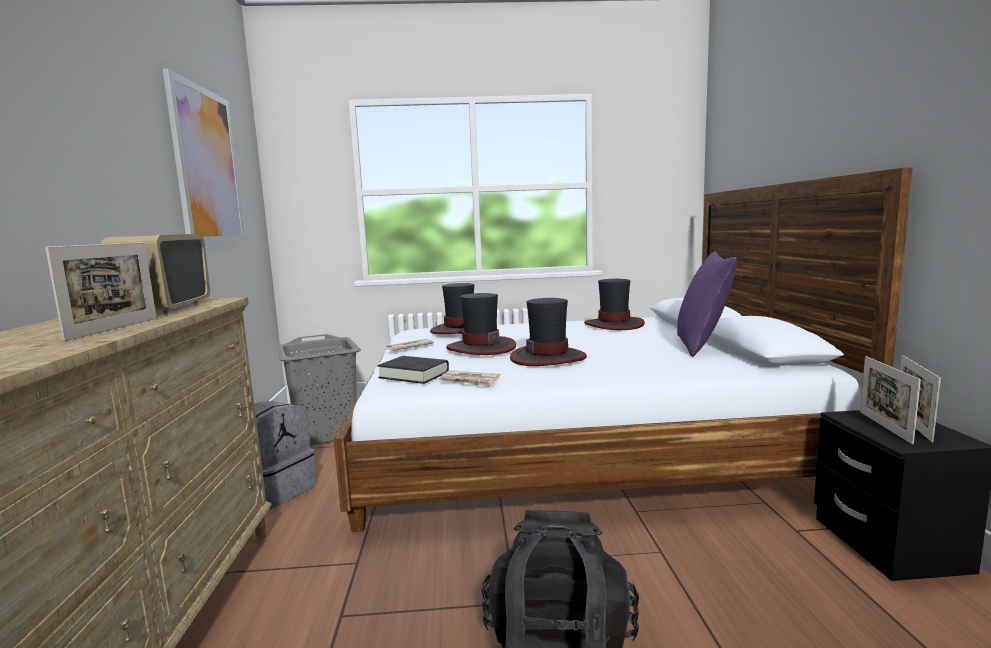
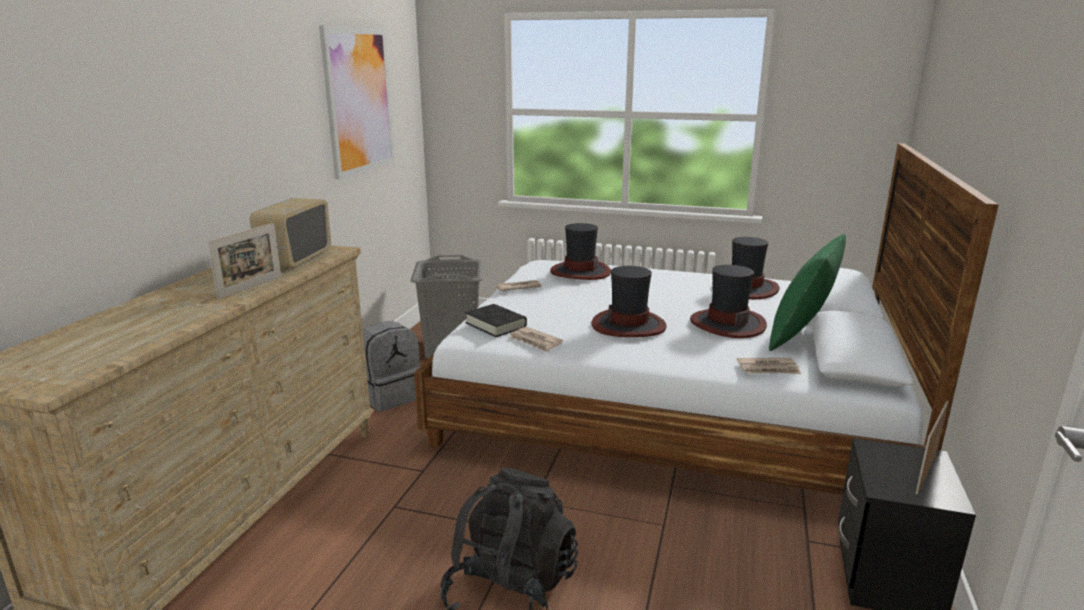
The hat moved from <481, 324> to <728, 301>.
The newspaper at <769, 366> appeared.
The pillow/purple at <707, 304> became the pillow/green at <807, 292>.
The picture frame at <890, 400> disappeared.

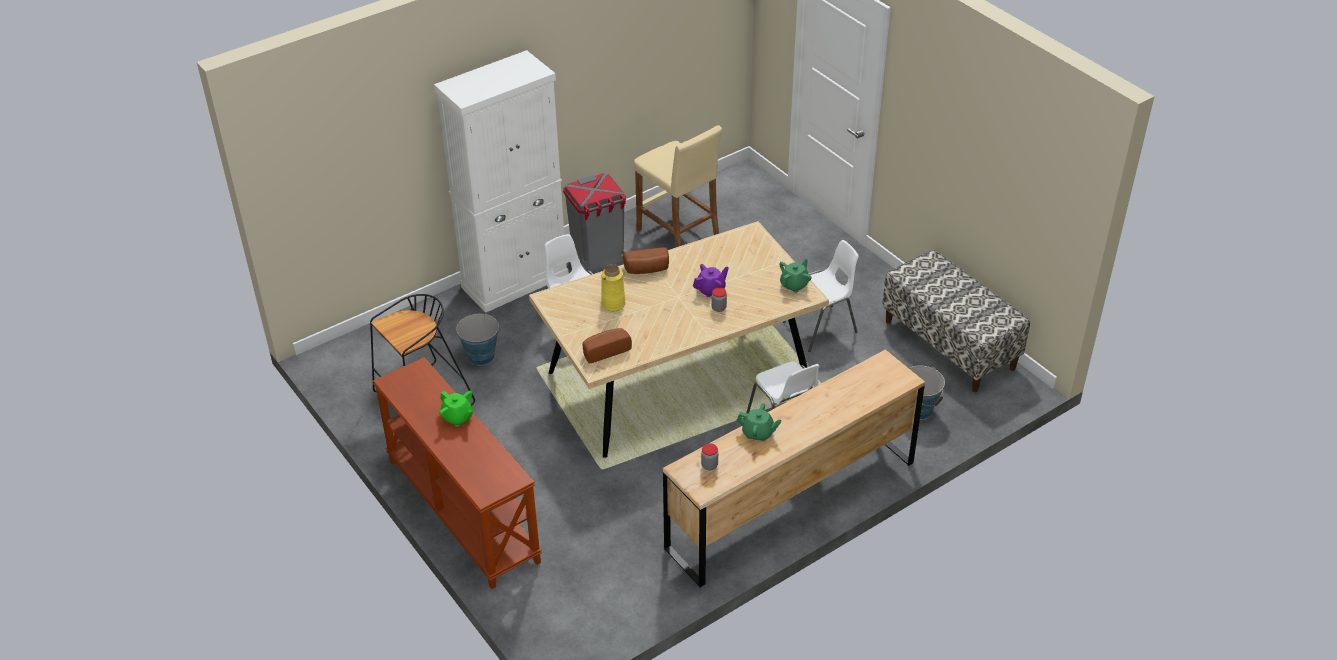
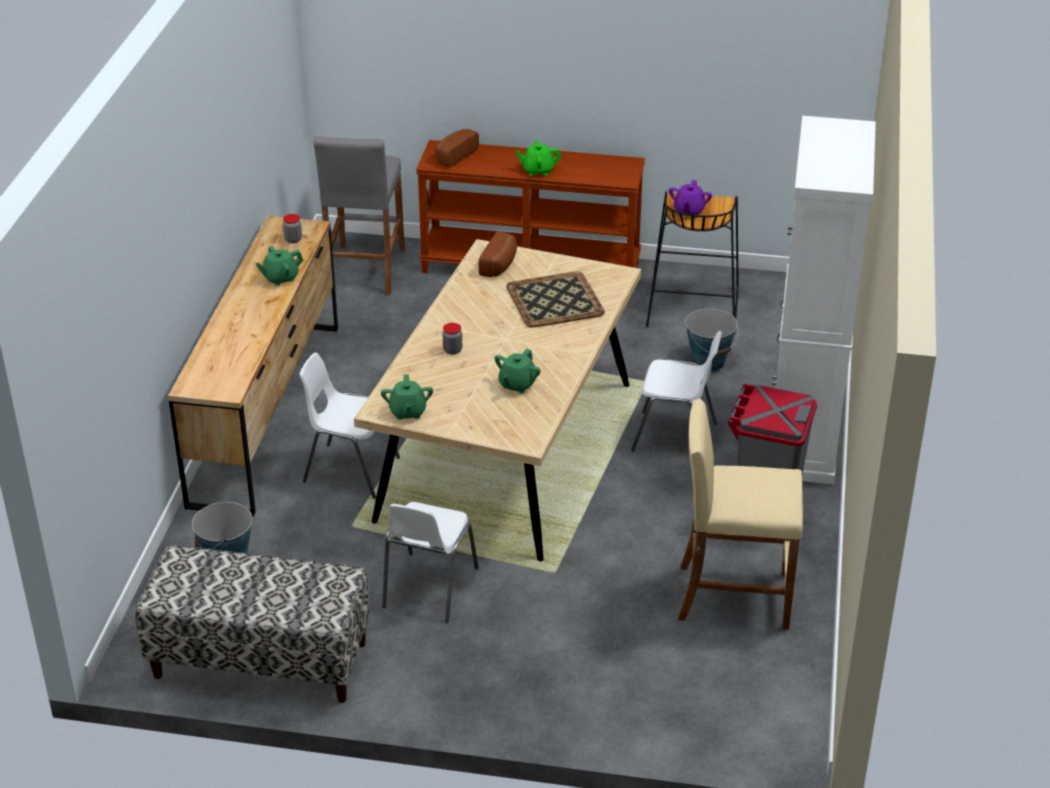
The stool/grey at <359, 215> appeared.
The bread moved from <646, 260> to <457, 148>.
The teapot/green at <517, 371> appeared.
The vase/yellow at <613, 288> was replaced by the tray at <555, 299>.
The teapot/purple moved from <711, 280> to <690, 199>.

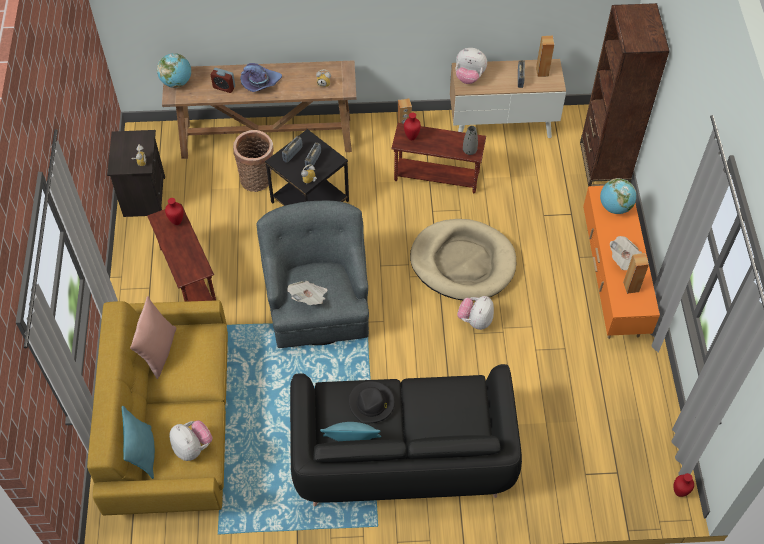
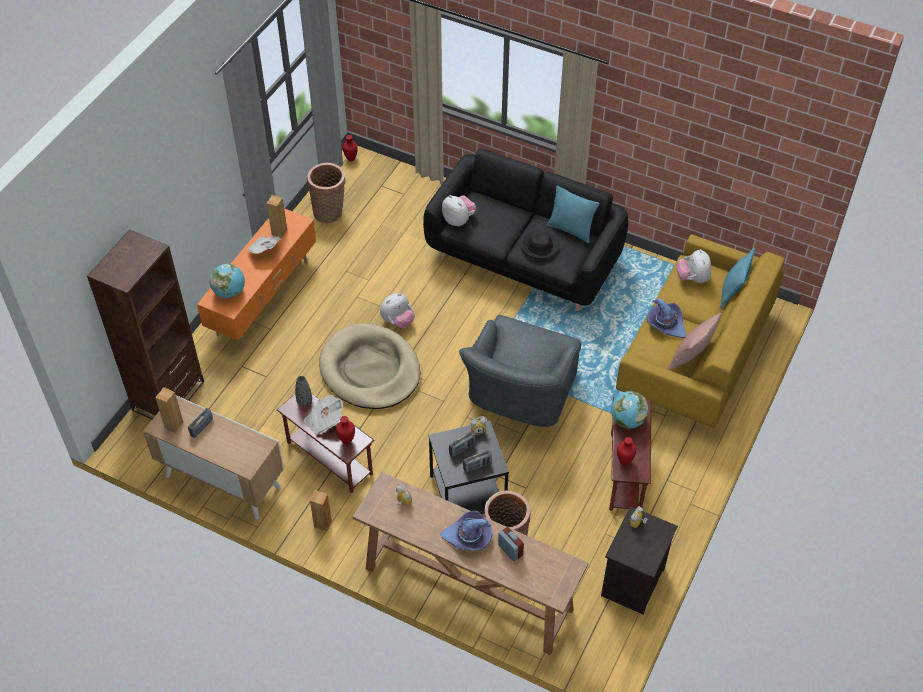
The newspaper moved from <307, 293> to <323, 415>.
The basket at <326, 193> appeared.
The plush toy moved from <471, 66> to <459, 210>.
The globe moved from <174, 70> to <630, 410>.
The hat/purple at <666, 318> appeared.

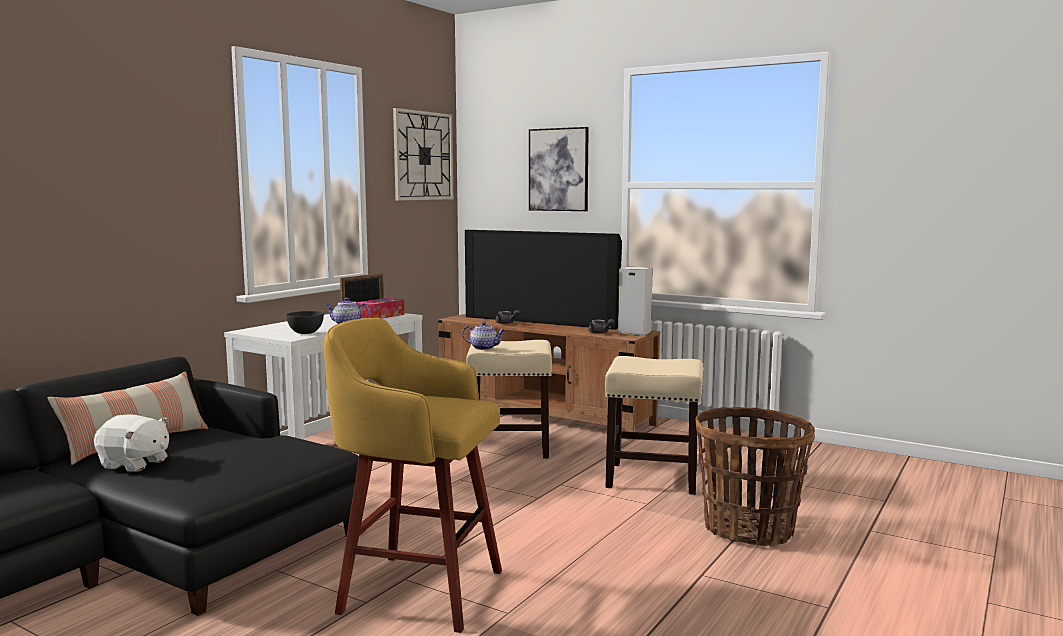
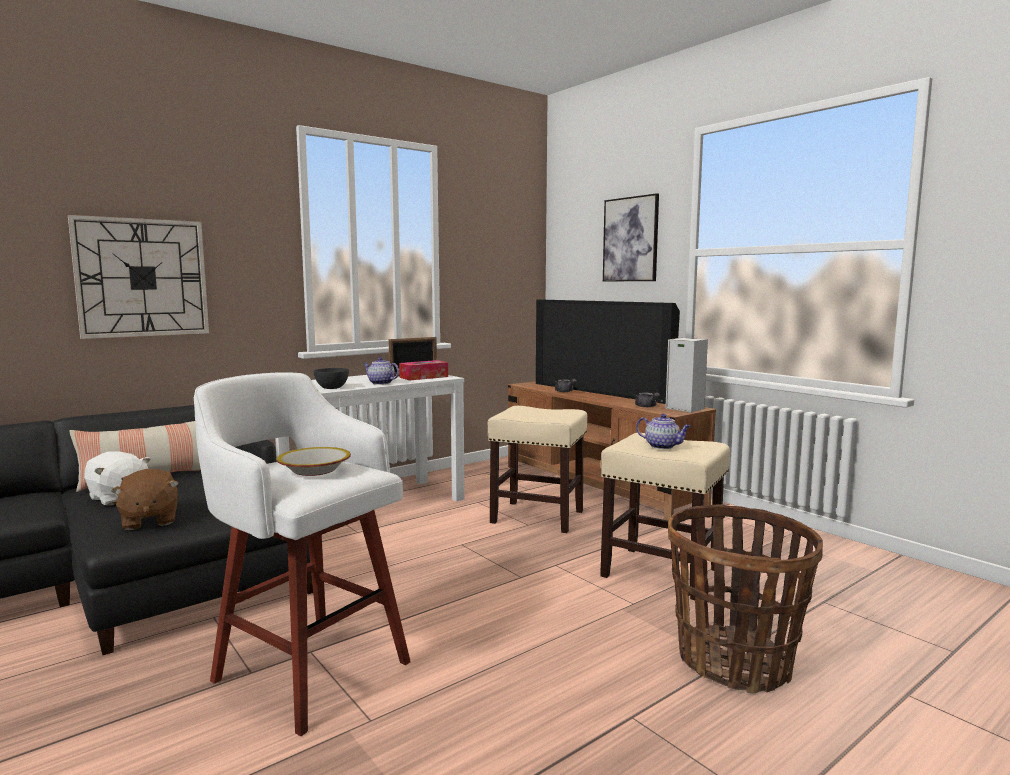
The wall clock moved from <423, 154> to <138, 277>.
The plush toy/brown at <145, 499> appeared.
The stool/yellow at <413, 475> became the stool/white at <302, 554>.
The bowl at <314, 461> appeared.
The teapot moved from <483, 336> to <663, 431>.

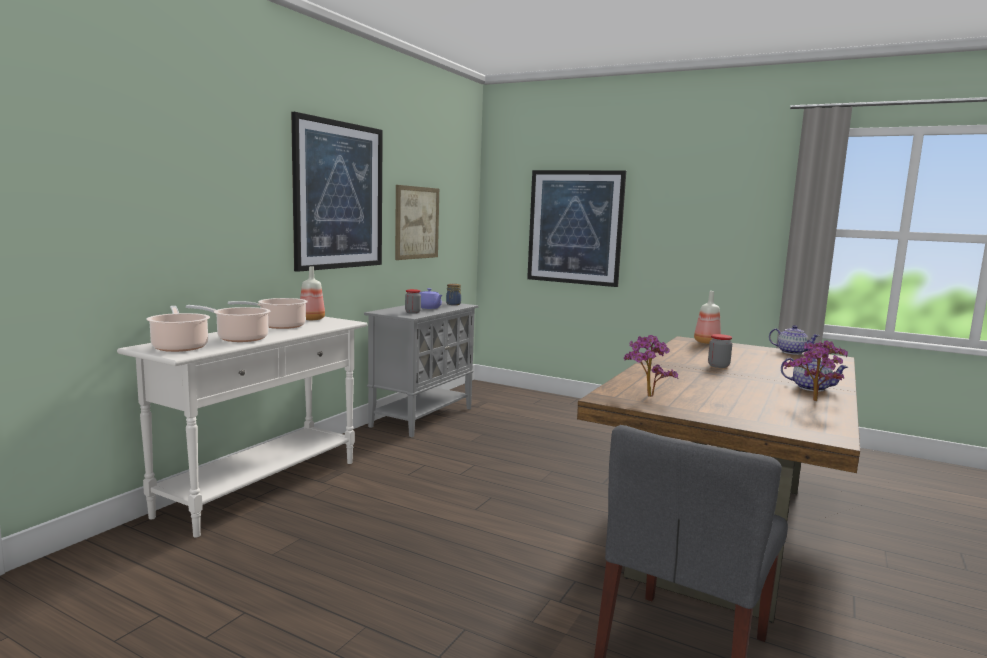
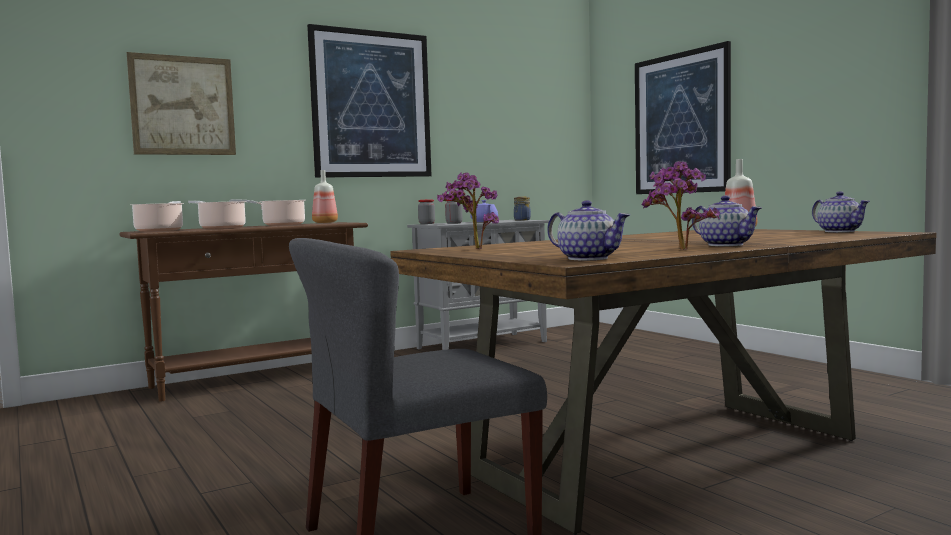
The console table/white at <242, 426> became the console table/brown at <243, 312>.
The picture moved from <417, 222> to <181, 103>.
The jar moved from <720, 351> to <426, 211>.
The teapot at <588, 230> appeared.

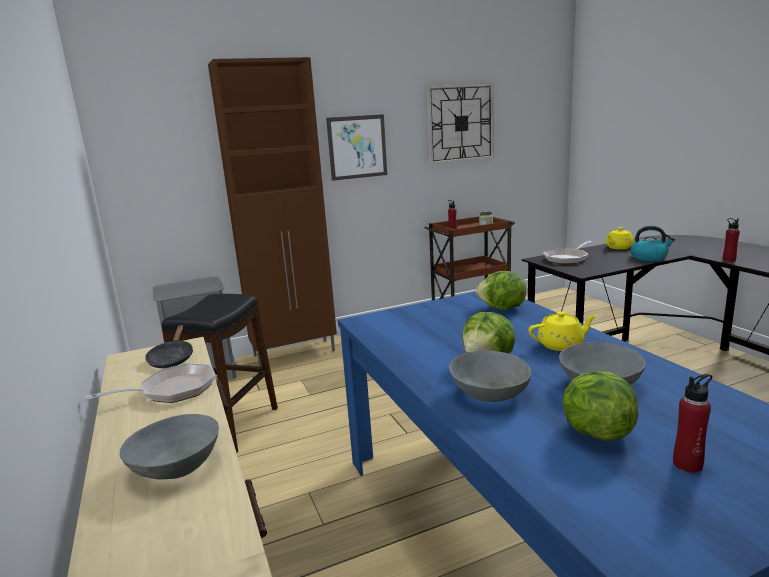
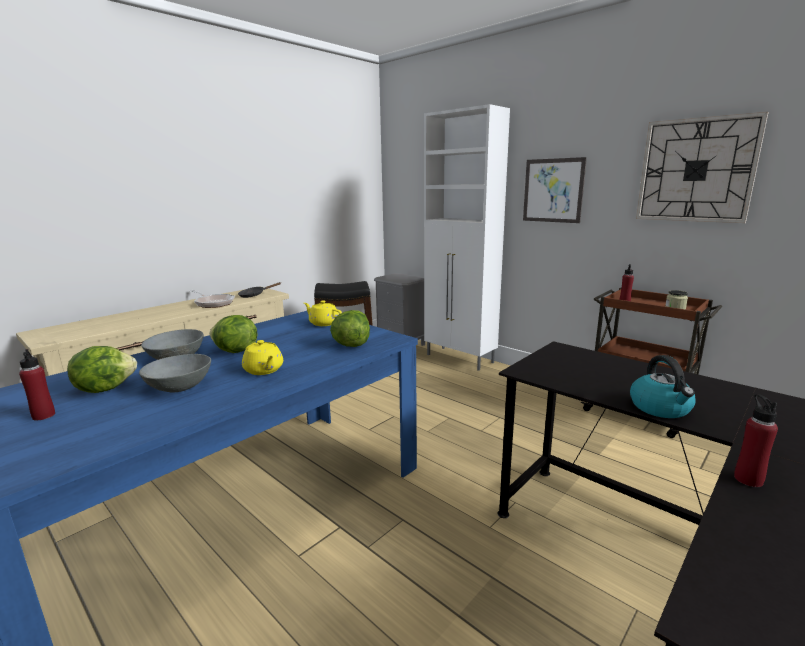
The teapot/yellow moved from <620, 238> to <323, 313>.
The cabinet/brown at <272, 212> became the cabinet/white at <467, 237>.
The bowl/grey at <169, 446> disappeared.
The frying pan at <567, 252> disappeared.

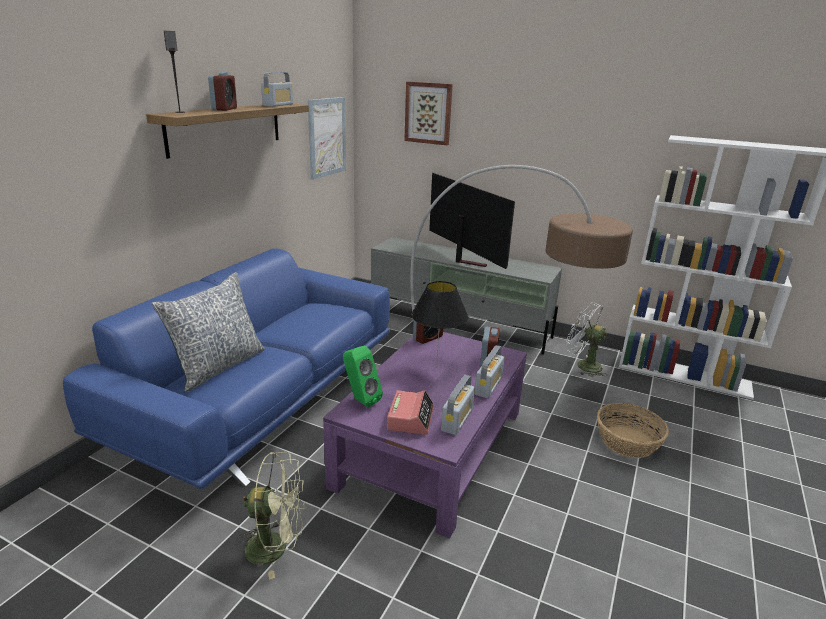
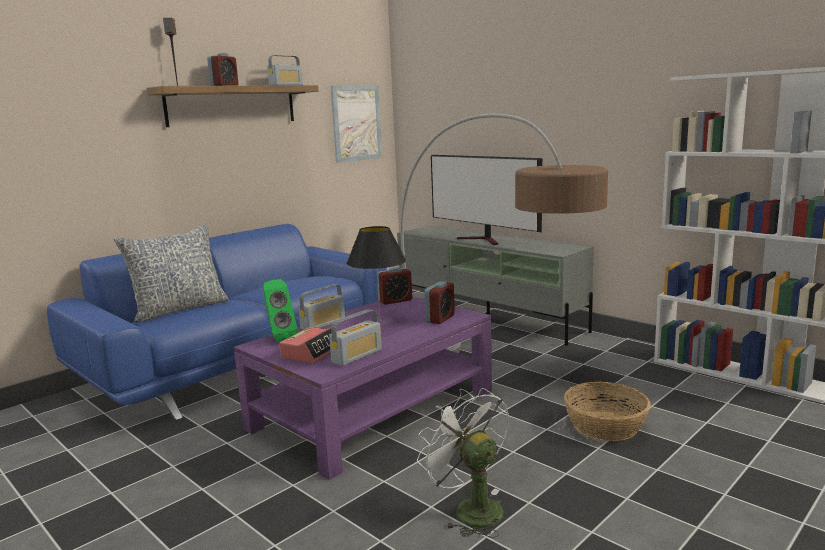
The radio moved from <489, 371> to <321, 307>.
The fan/white moved from <586, 339> to <463, 463>.
The television at <472, 221> turned 150 degrees clockwise.
The fan/green at <271, 516> disappeared.
The picture at <428, 113> disappeared.

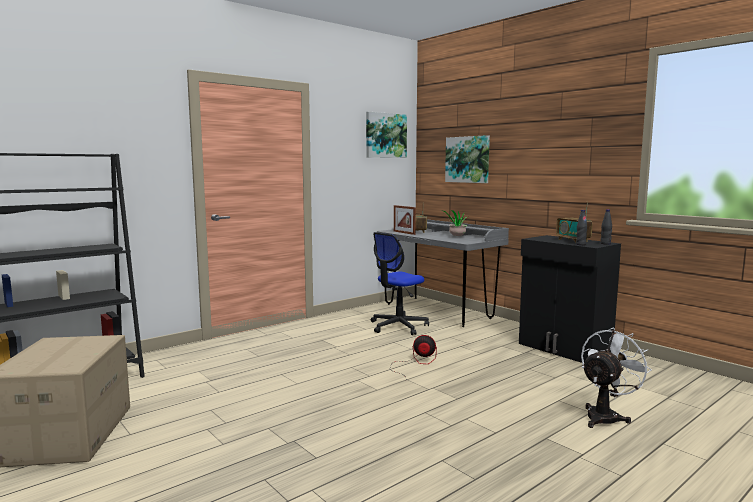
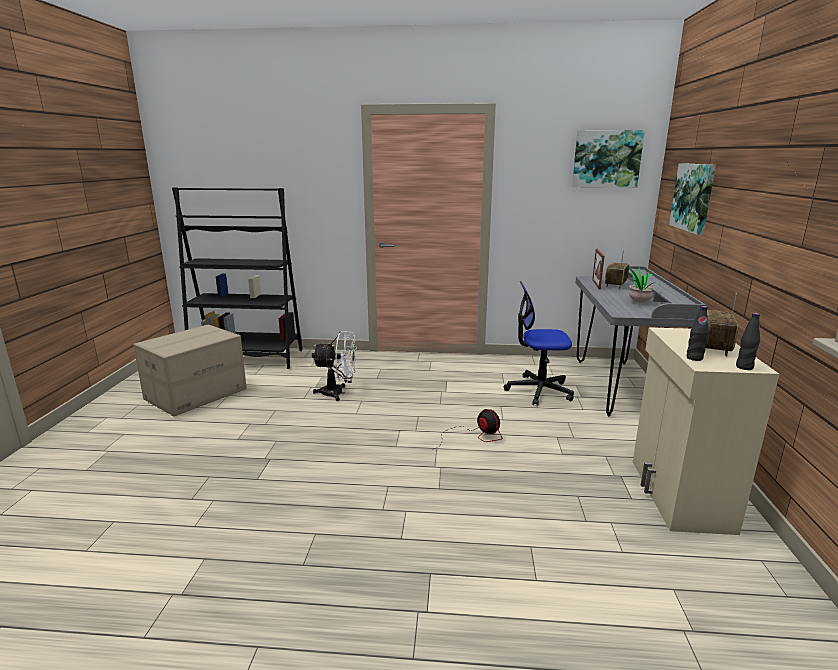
The fan/white moved from <616, 378> to <334, 366>.
The cabinet/black at <570, 299> became the cabinet/beige at <706, 431>.

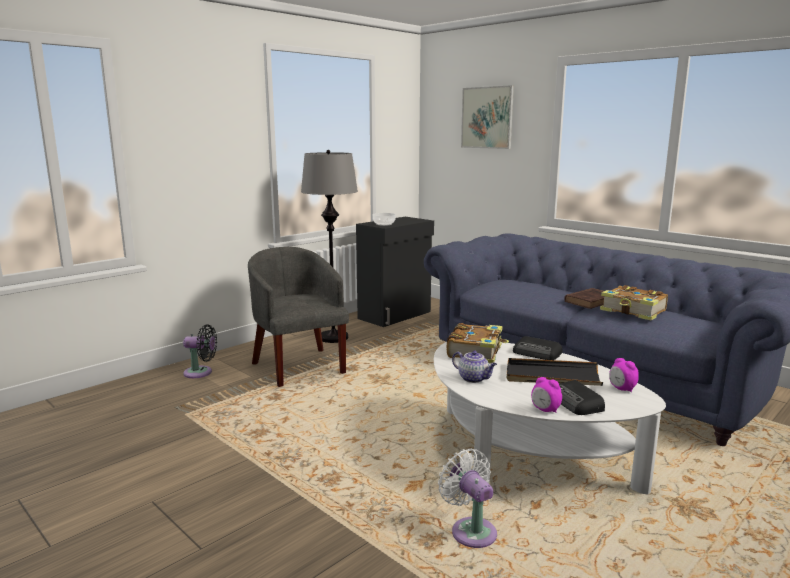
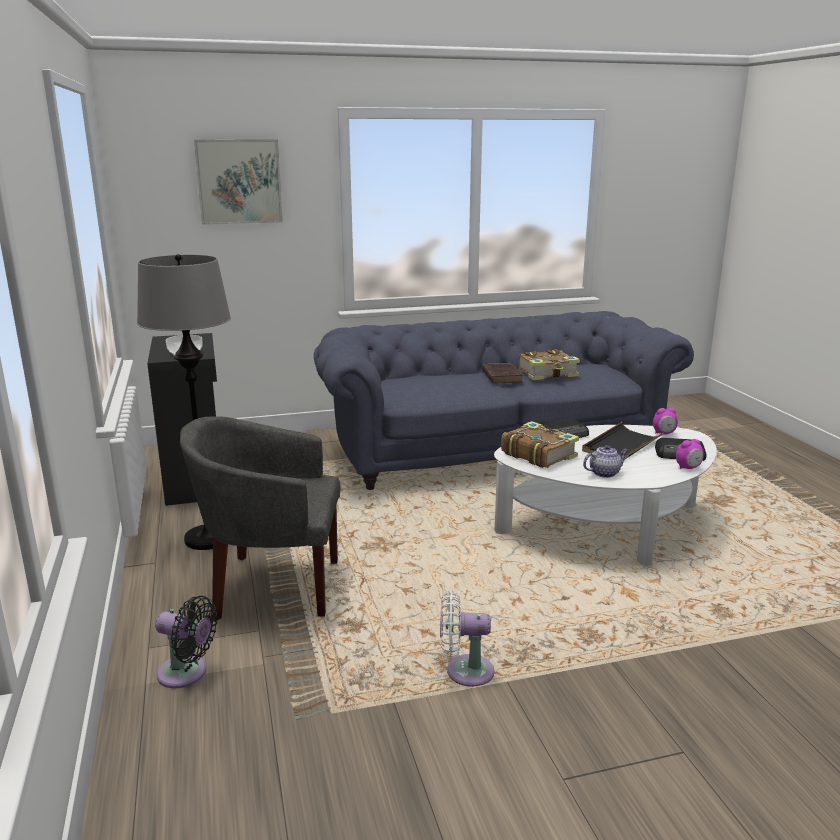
The fan/black at <200, 351> turned 75 degrees clockwise.
The fan/white moved from <467, 498> to <467, 639>.

